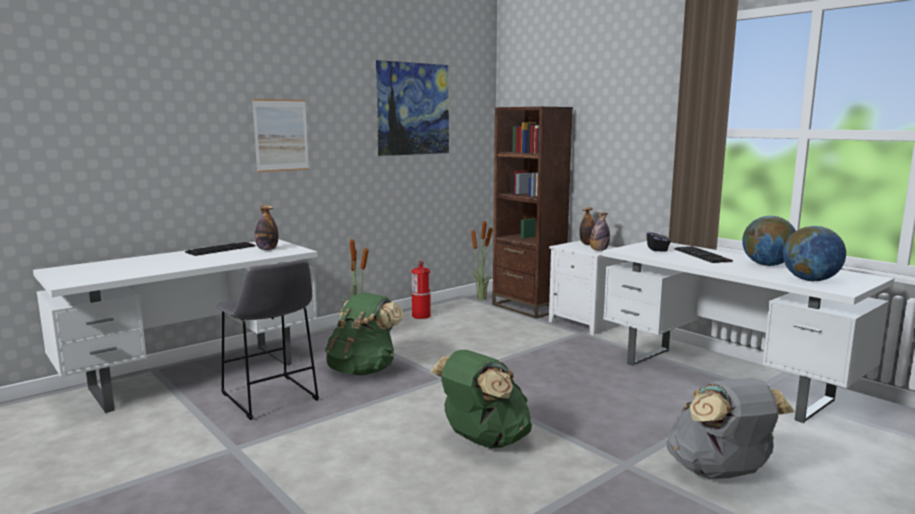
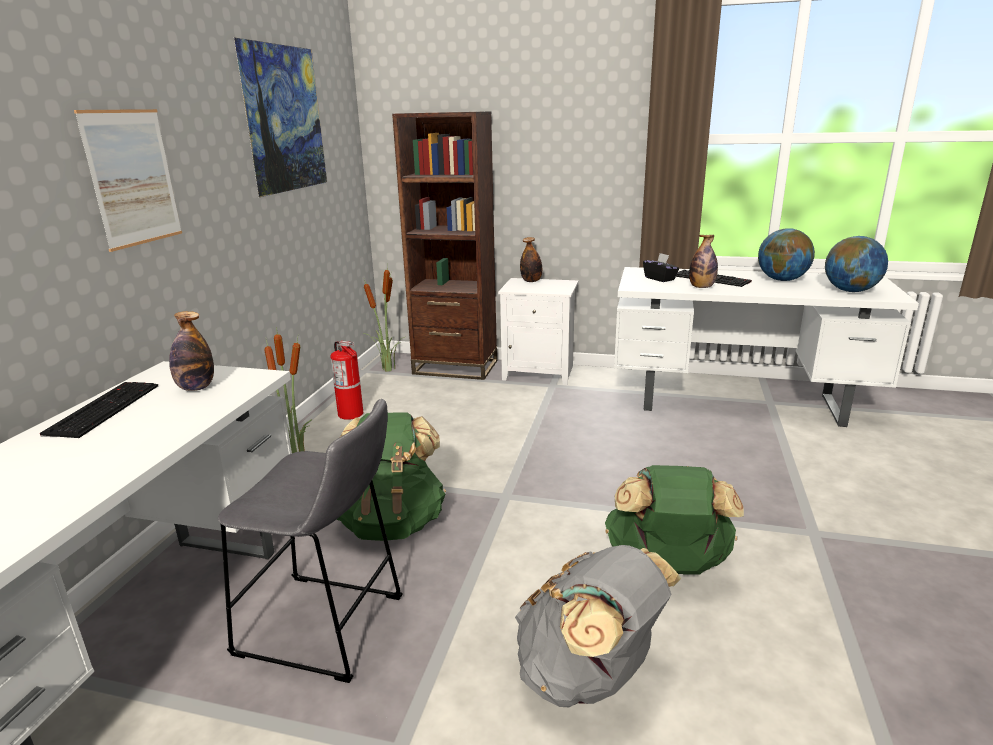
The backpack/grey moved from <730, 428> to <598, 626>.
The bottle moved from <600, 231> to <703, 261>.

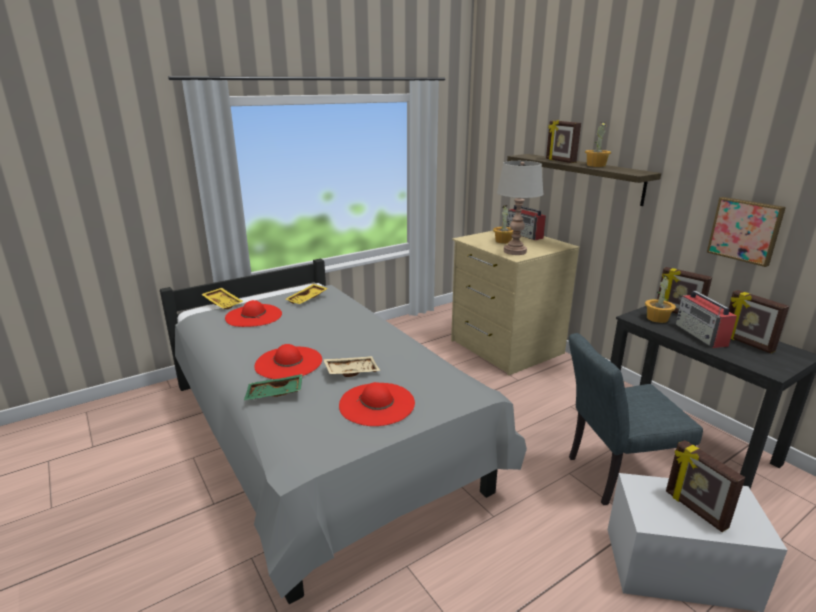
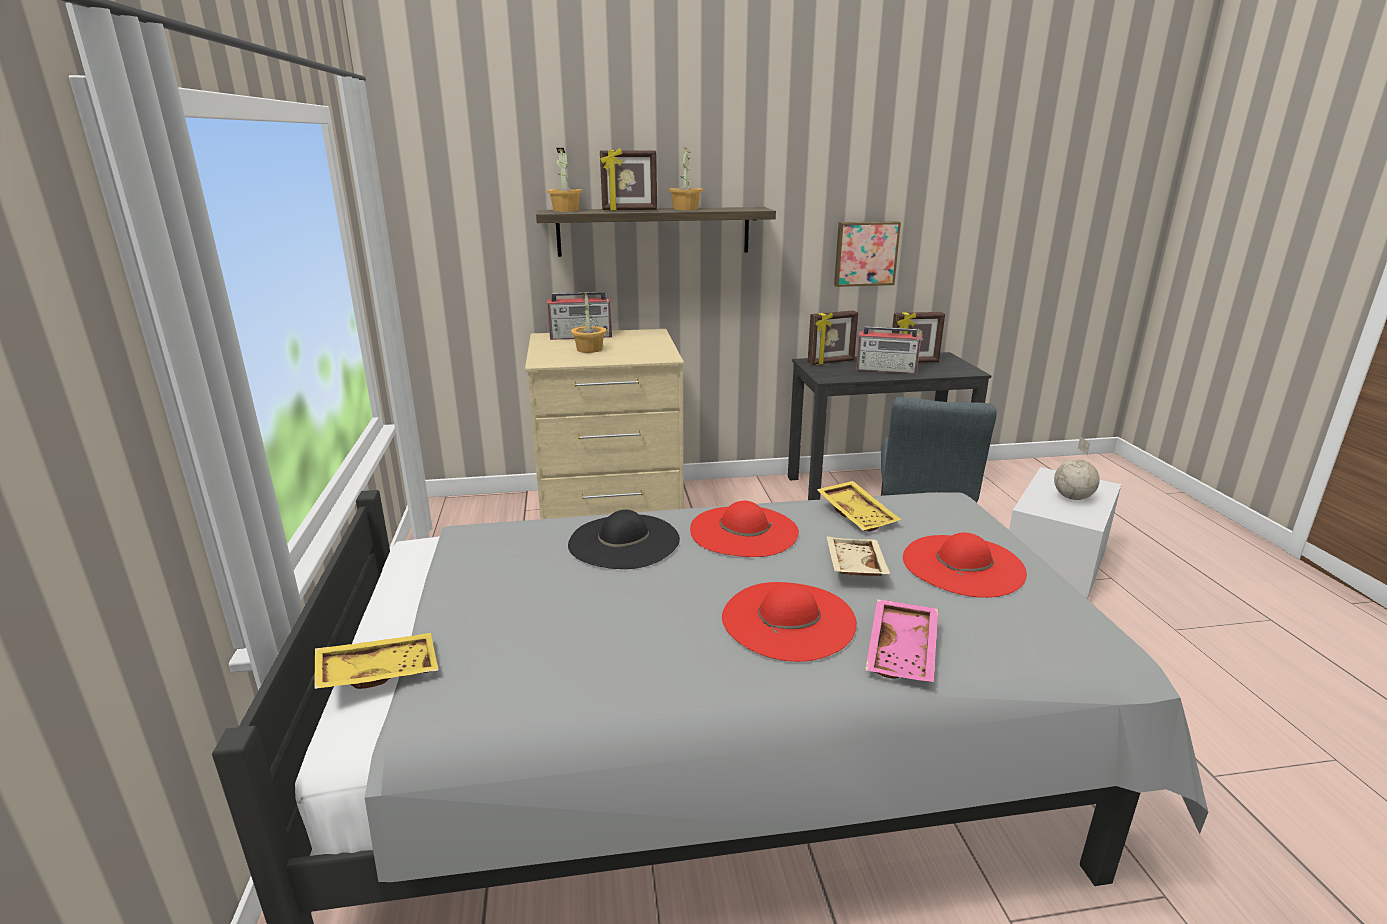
The potted plant moved from <660, 298> to <564, 180>.
The hat/black at <624, 539> appeared.
The hat/red moved from <253, 313> to <744, 529>.
The tray/yellow moved from <307, 294> to <859, 506>.
The tray/green at <273, 387> became the tray/pink at <901, 640>.
The picture frame at <705, 486> was replaced by the globe at <1077, 468>.
The table lamp/grey at <520, 208> disappeared.

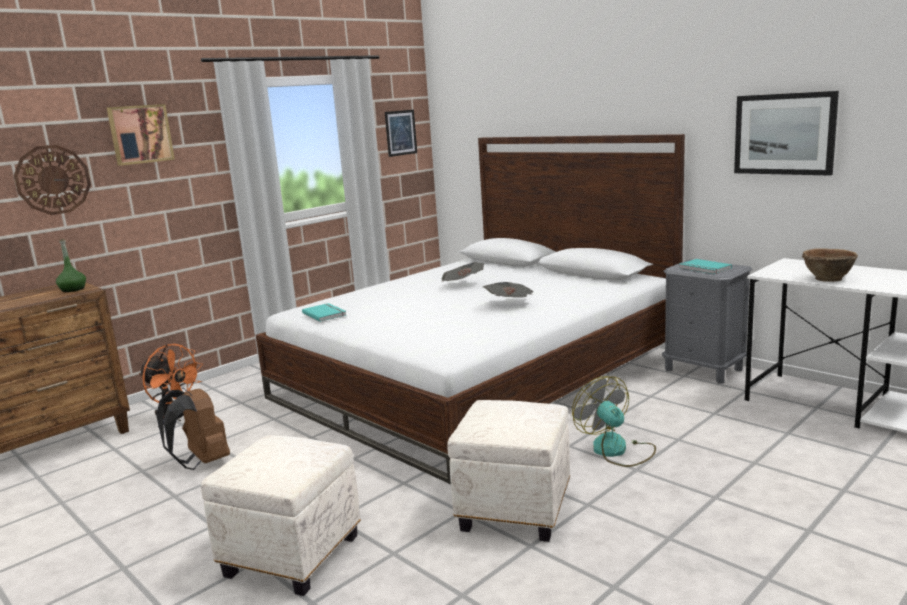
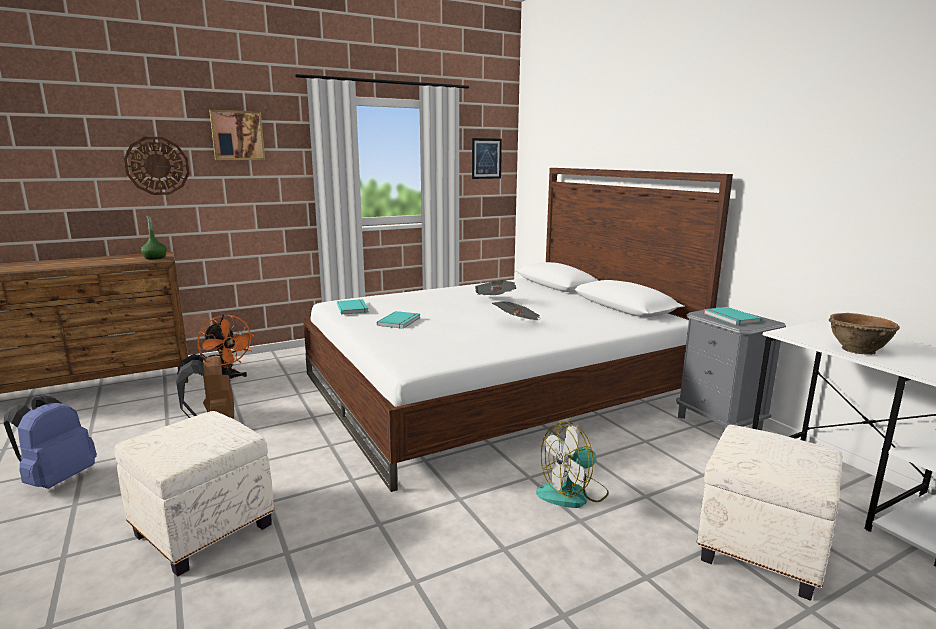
The backpack/blue at <50, 442> appeared.
The book/turquoise at <399, 320> appeared.
The fan at <614, 421> turned 105 degrees counterclockwise.
The ottoman/white moved from <509, 471> to <769, 513>.
The picture at <786, 133> disappeared.

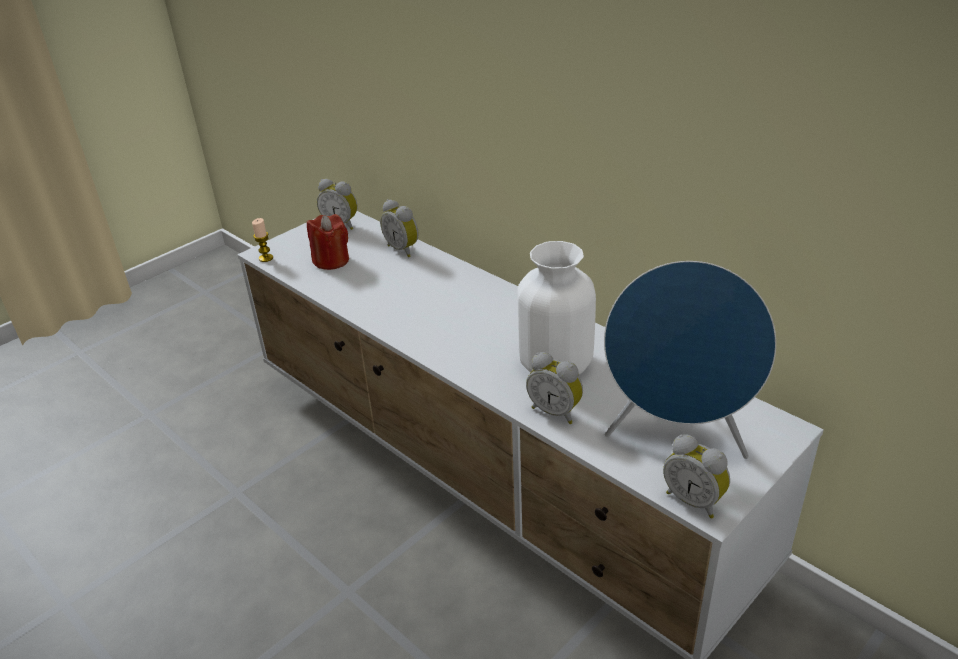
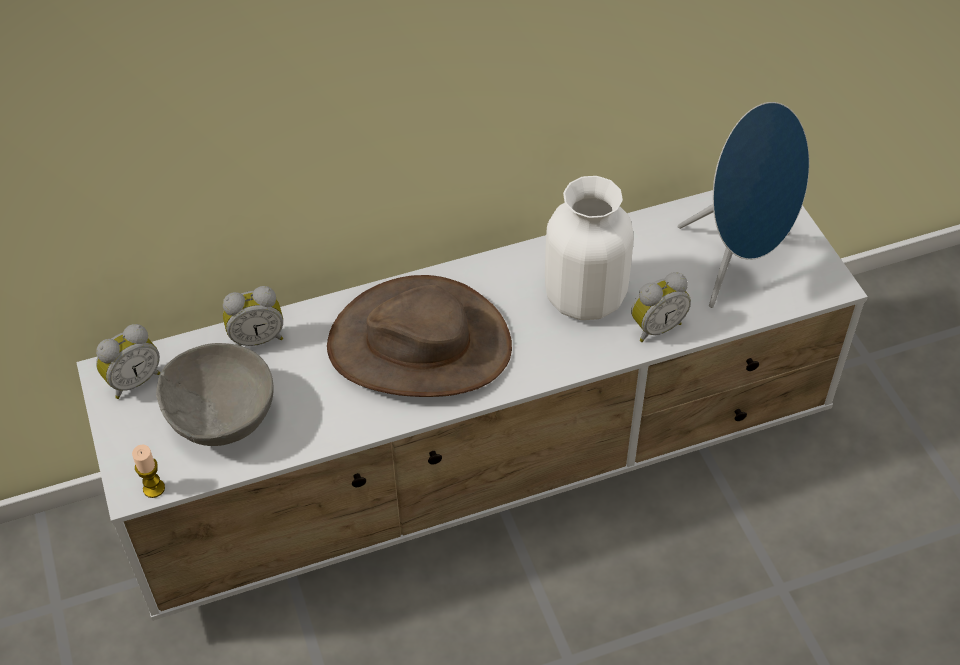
The candle/red at <328, 242> was replaced by the bowl/grey at <215, 394>.
The hat/brown at <419, 336> appeared.
The alarm clock at <696, 476> disappeared.

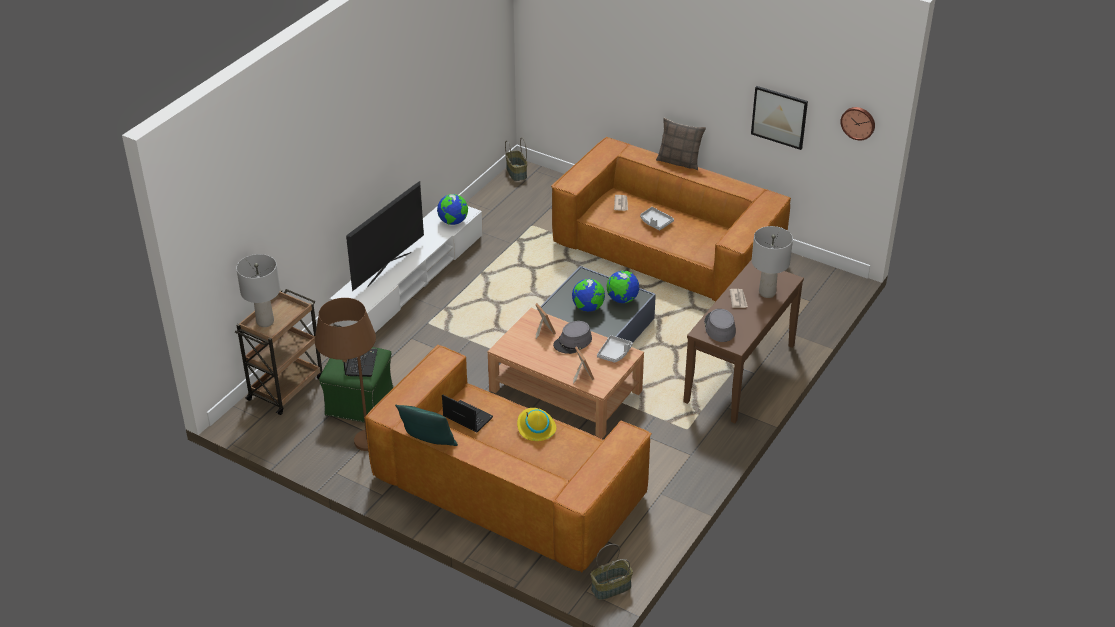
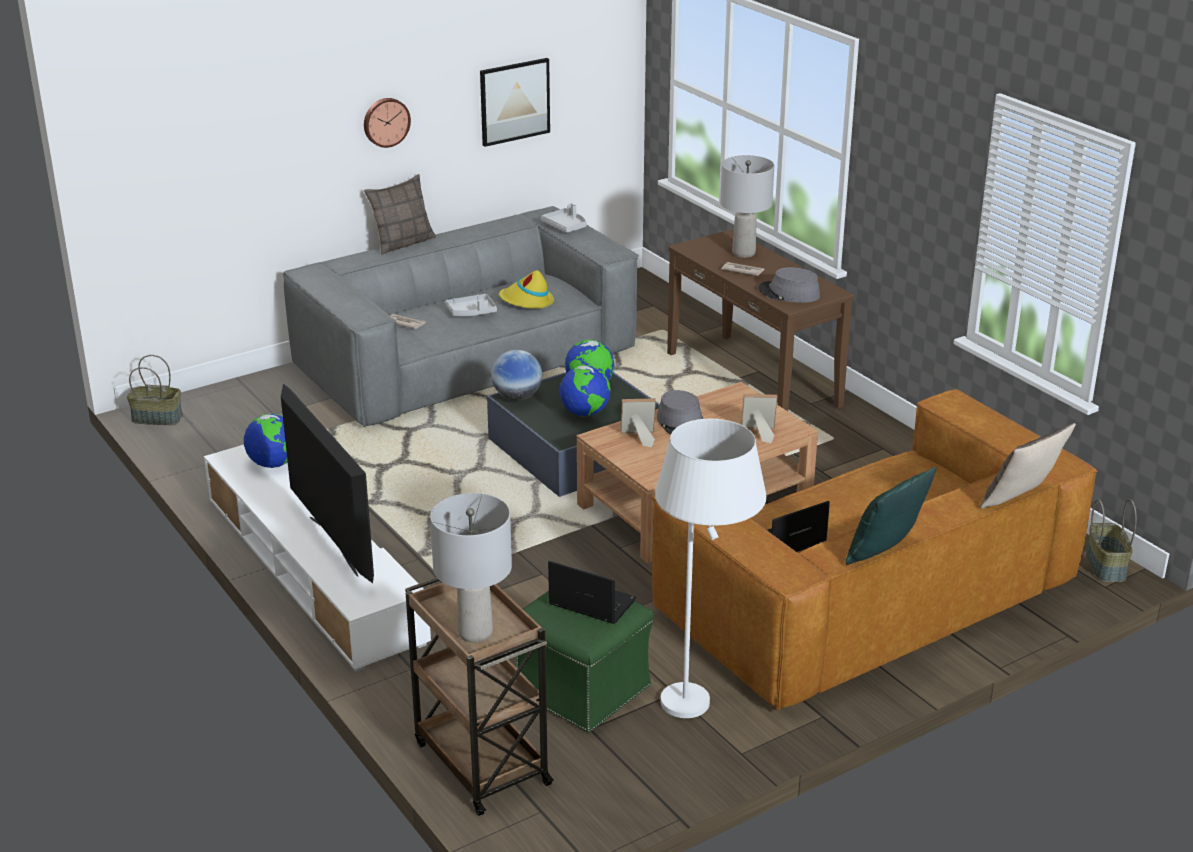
The sofa/brown at <671, 219> became the sofa/grey at <461, 316>.
The wall clock moved from <857, 123> to <387, 123>.
The globe at <516, 375> appeared.
The hat/yellow moved from <536, 424> to <526, 289>.
The tray/grey moved from <615, 349> to <564, 218>.
The floor lamp/brown at <345, 374> became the floor lamp/white at <710, 568>.
The pillow at <1028, 466> appeared.

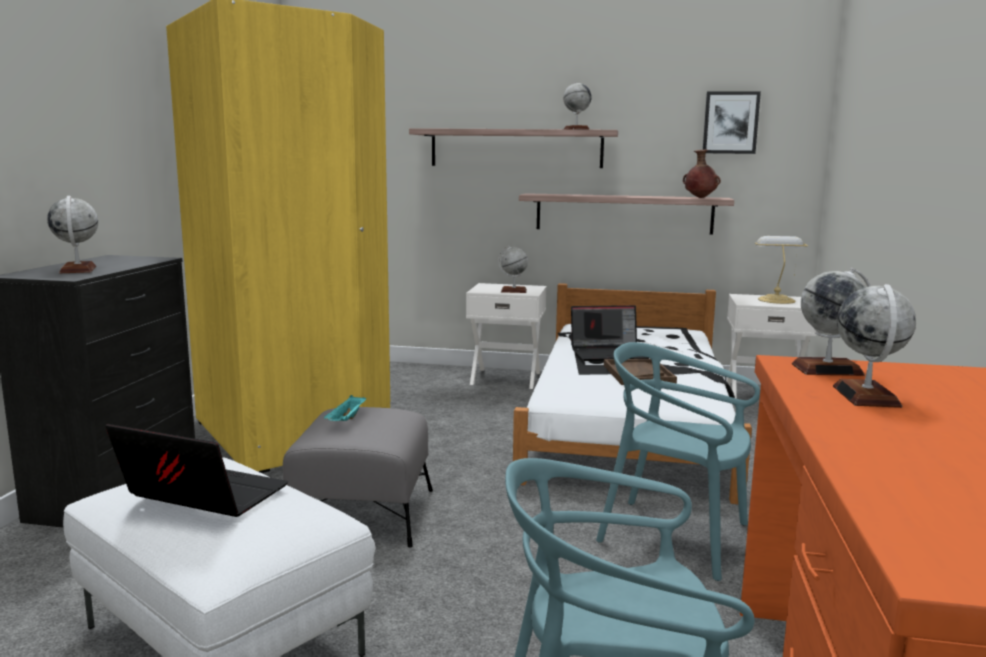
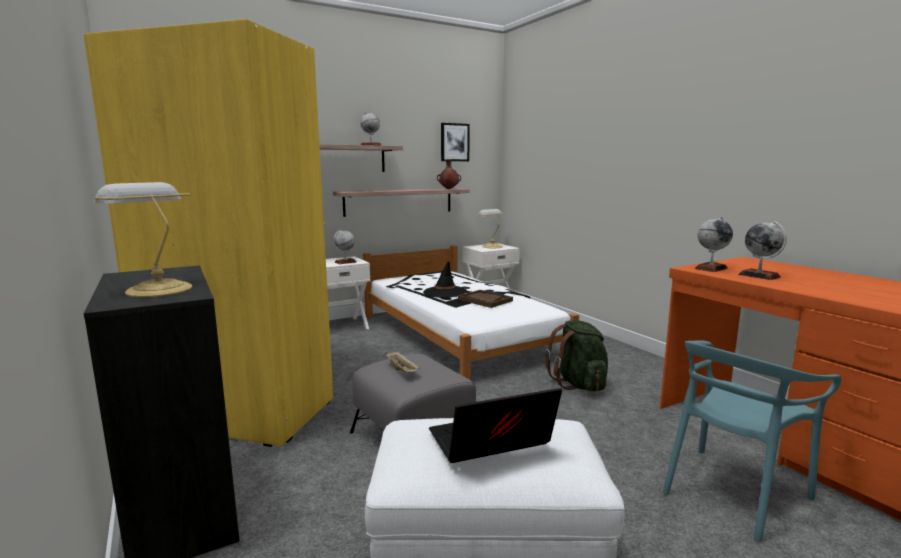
The globe at <72, 234> was replaced by the table lamp at <142, 239>.
The tray/turquoise at <345, 408> became the tray/beige at <402, 361>.
The laptop at <610, 333> was replaced by the hat/black at <445, 280>.
The chair/turquoise at <678, 461> was replaced by the backpack/green at <576, 355>.

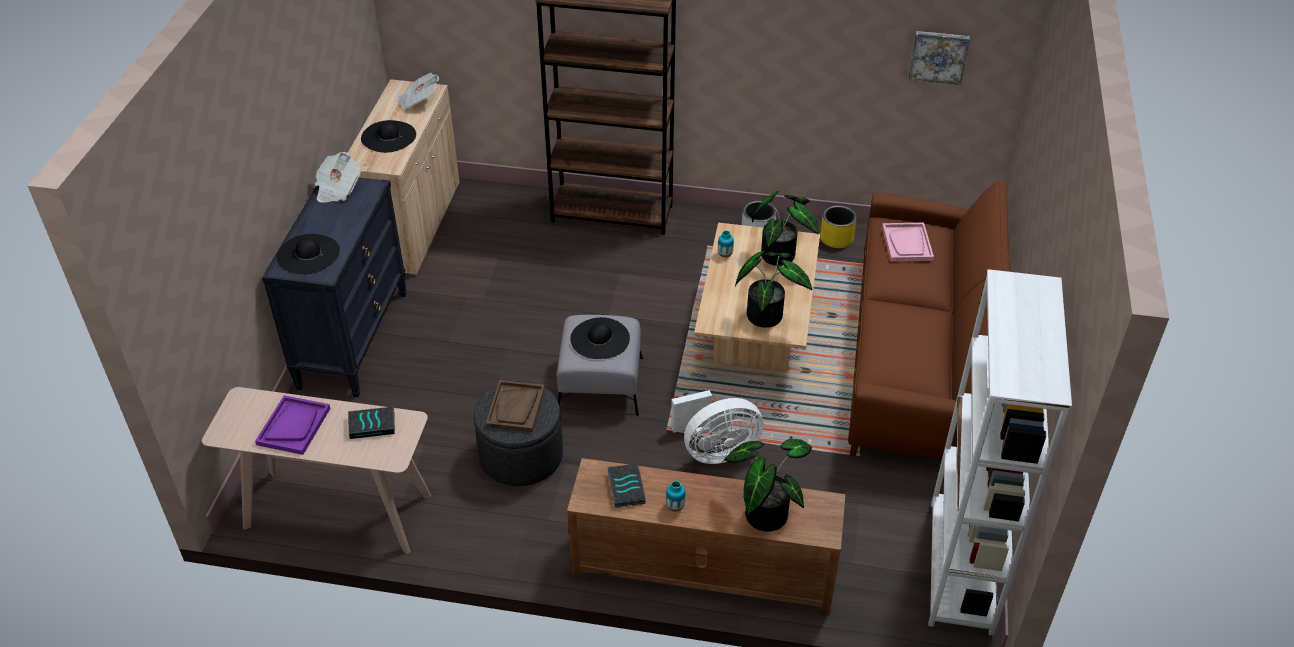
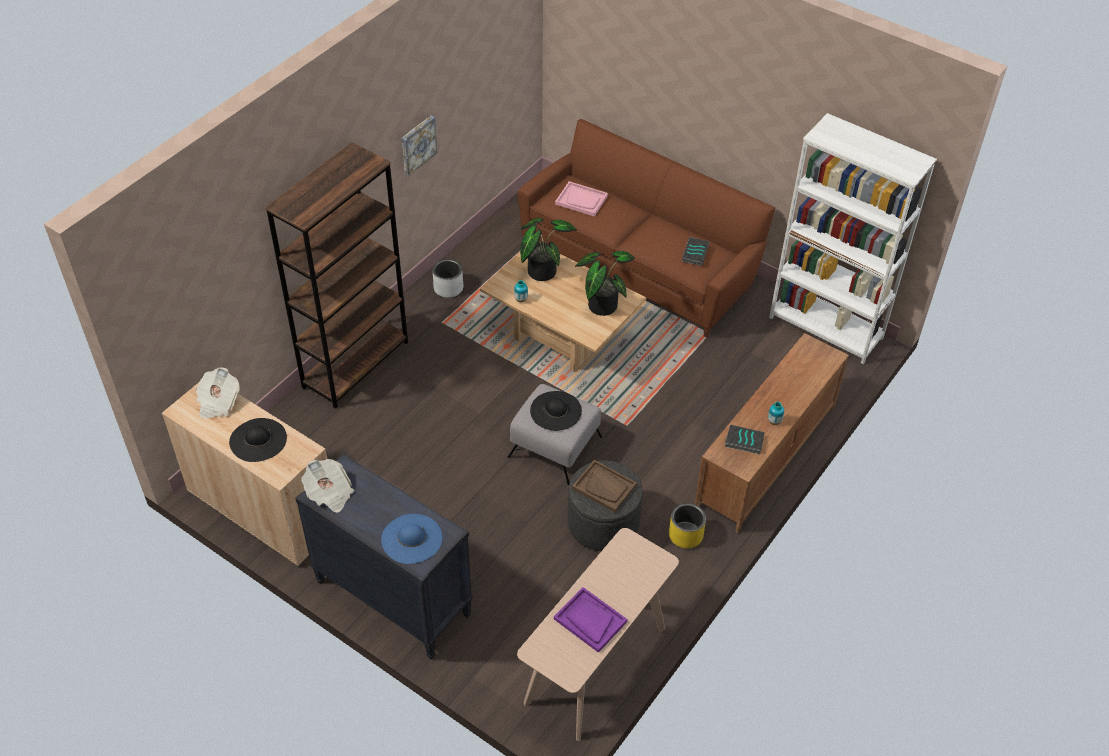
The hat/black at <308, 254> became the hat/blue at <412, 539>.
The picture moved from <939, 58> to <419, 145>.
The planter/yellow moved from <838, 226> to <687, 525>.
The book moved from <371, 422> to <695, 251>.
The fan/white at <717, 427> disappeared.
The potted plant at <768, 485> disappeared.

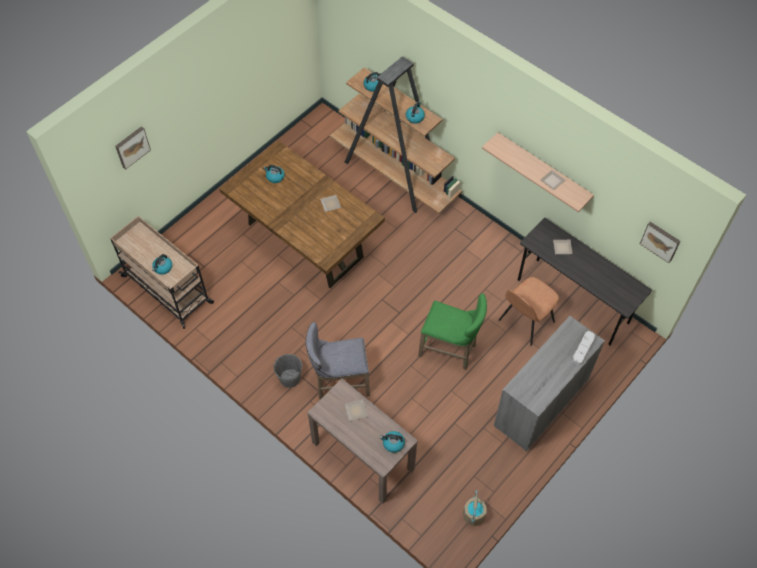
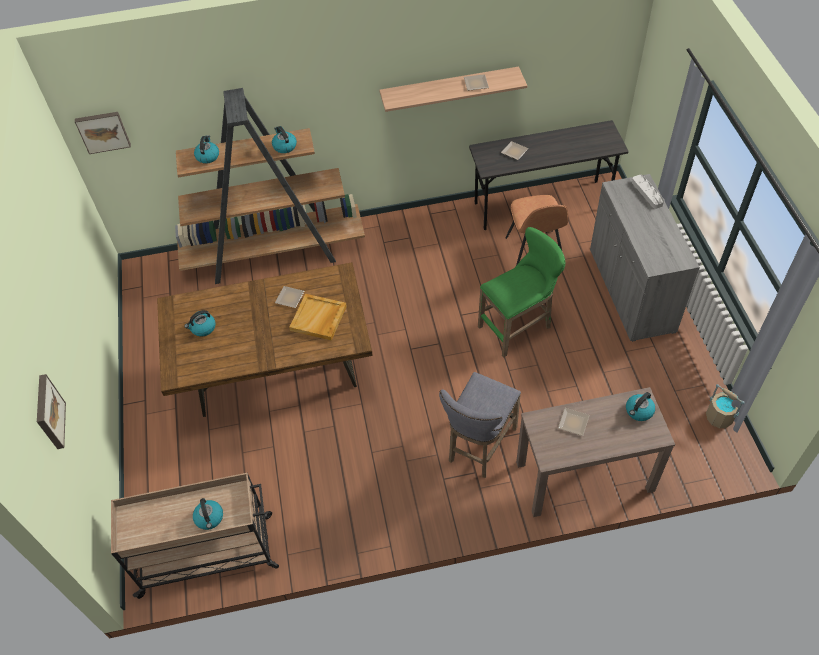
The picture moved from <660, 242> to <103, 133>.
The tray/beige at <318, 317> appeared.
The bucket/grey at <288, 371> disappeared.

